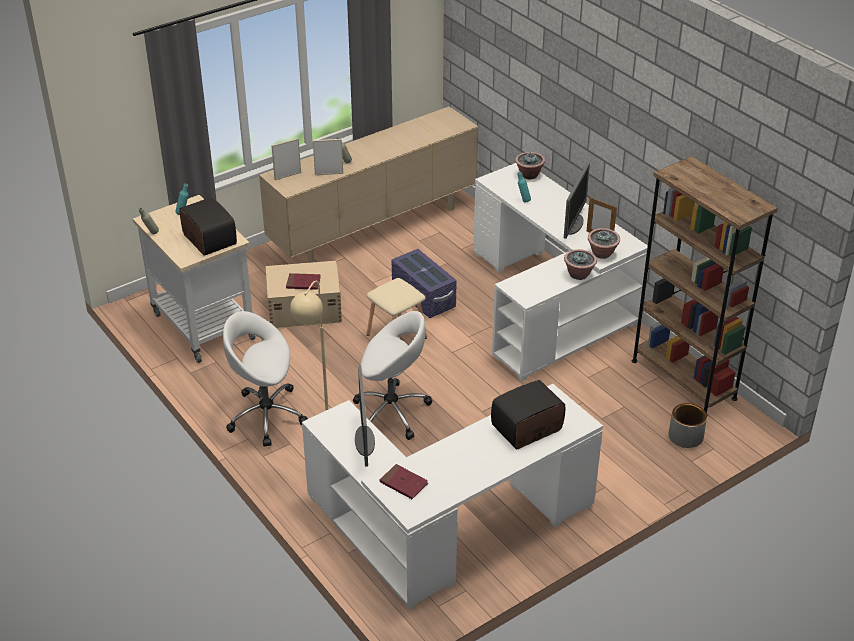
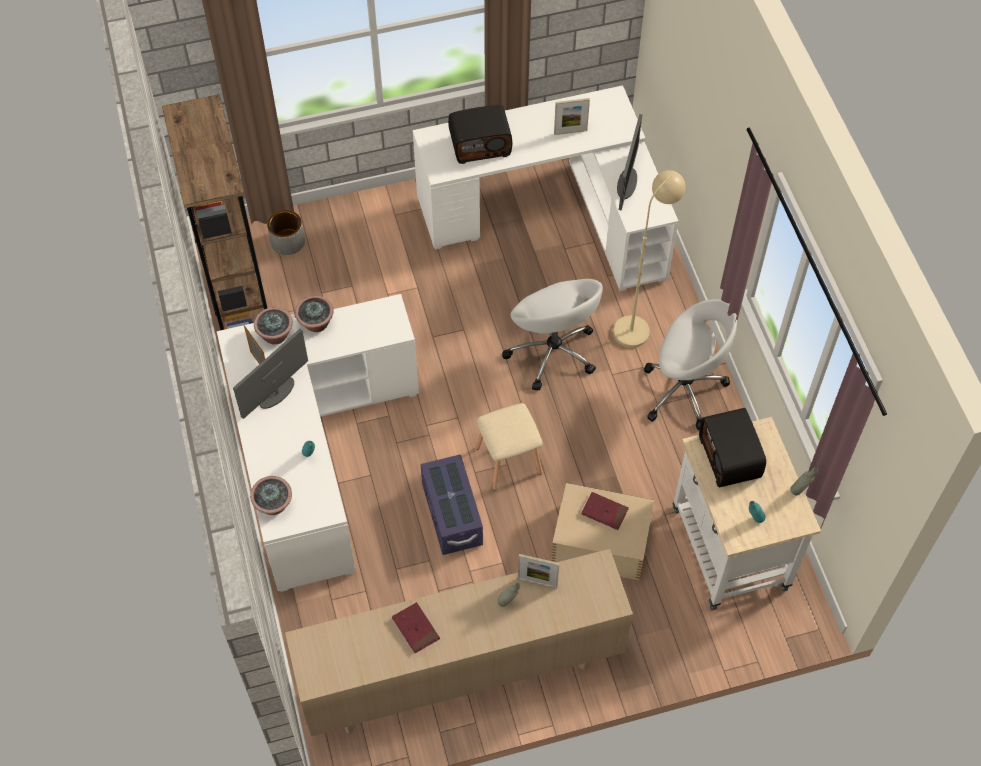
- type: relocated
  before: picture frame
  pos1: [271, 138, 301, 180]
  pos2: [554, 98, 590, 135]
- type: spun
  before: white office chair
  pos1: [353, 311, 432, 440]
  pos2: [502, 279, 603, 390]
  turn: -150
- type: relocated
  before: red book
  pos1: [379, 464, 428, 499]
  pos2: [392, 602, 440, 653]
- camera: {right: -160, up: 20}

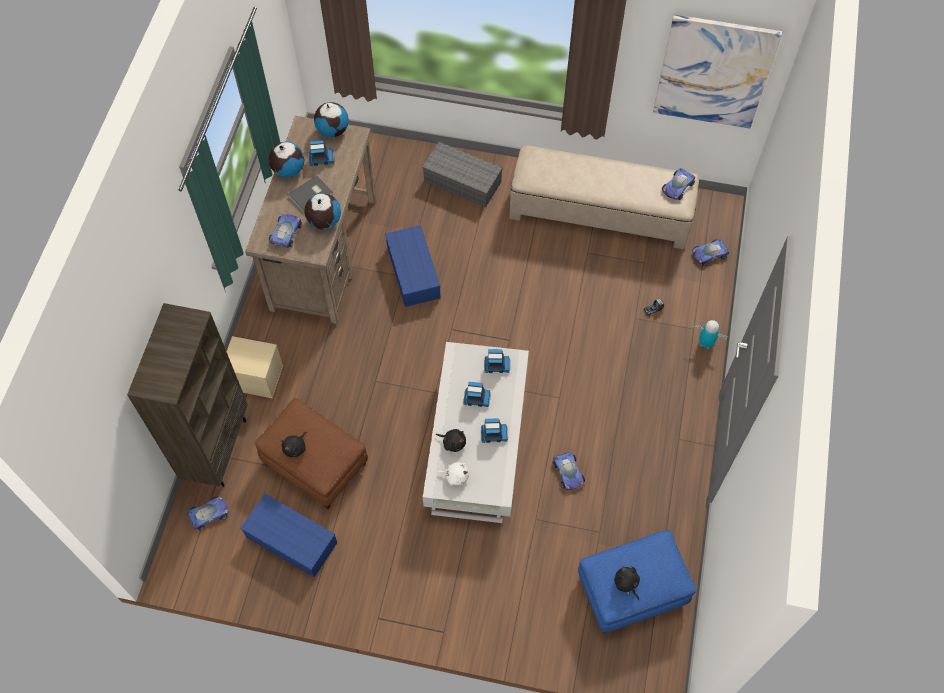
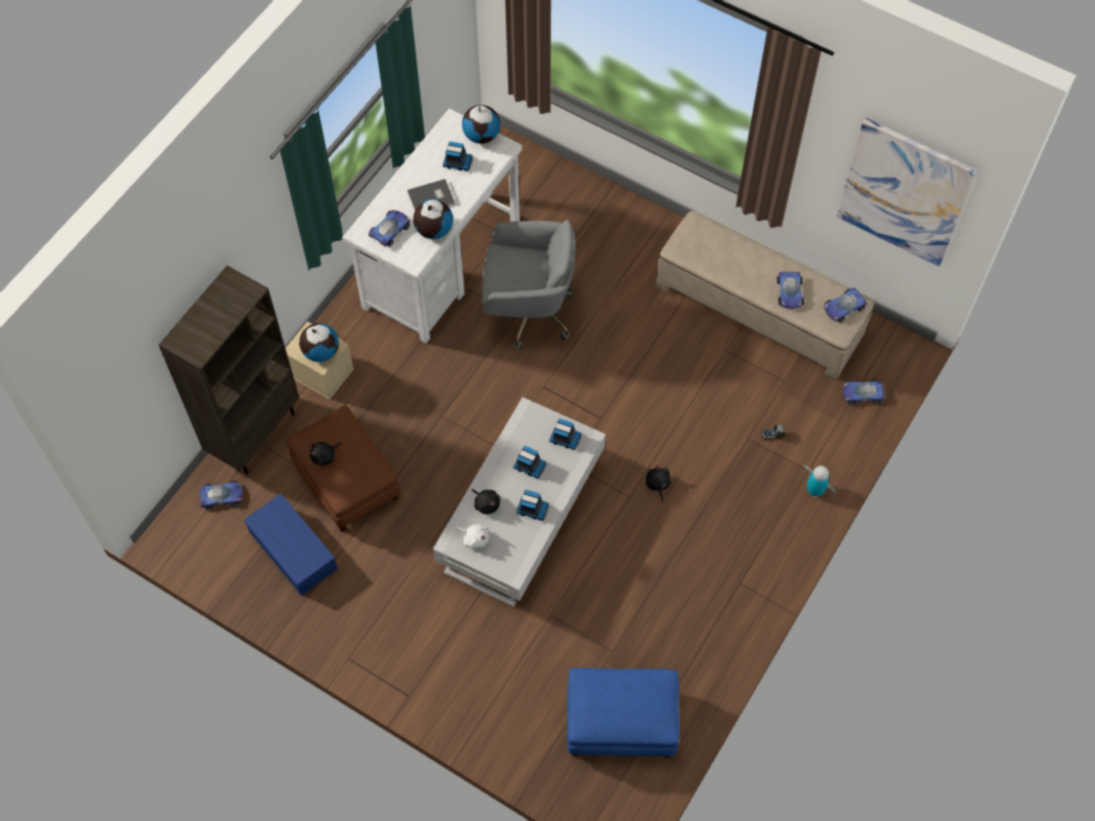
- type: colour
  before: brown desk
  after: white desk
  pos1: [245, 116, 376, 324]
  pos2: [342, 108, 522, 343]
- type: relocated
  before: globe
  pos1: [269, 142, 304, 177]
  pos2: [299, 323, 339, 362]
- type: missing
  before: grey storage box
  pos1: [422, 142, 503, 207]
- type: exchanged
  before: blue storage box
  after: grey office chair
  pos1: [385, 225, 441, 307]
  pos2: [482, 220, 576, 350]
- type: relocated
  before: toy car
  pos1: [553, 452, 585, 490]
  pos2: [777, 272, 804, 309]
- type: relocated
  before: black plush toy
  pos1: [614, 566, 640, 601]
  pos2: [646, 464, 671, 502]
- camera: {right: 20, up: 0}

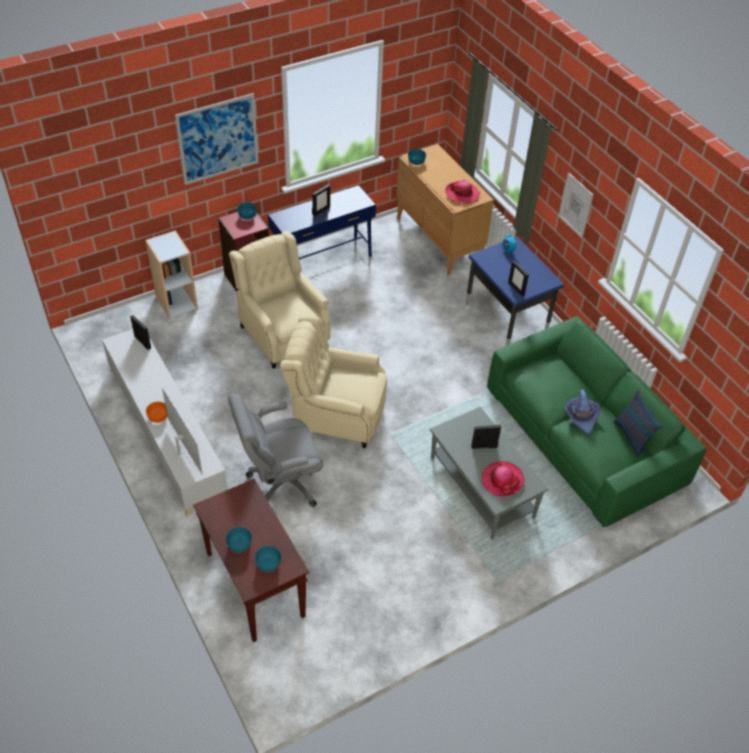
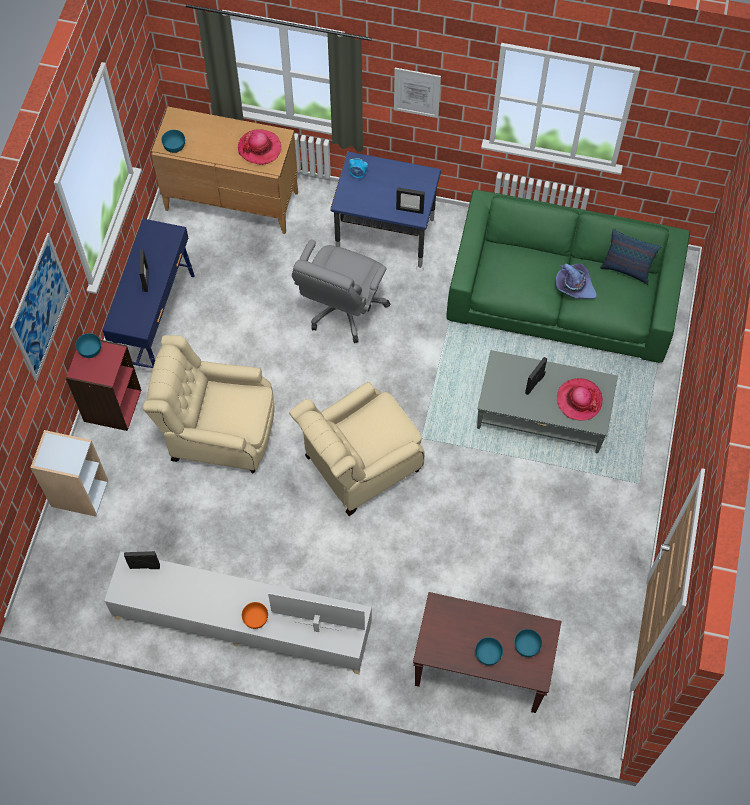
- type: relocated
  before: grey office chair
  pos1: [228, 394, 323, 507]
  pos2: [292, 239, 391, 343]
- camera: {right: -45, up: 15}

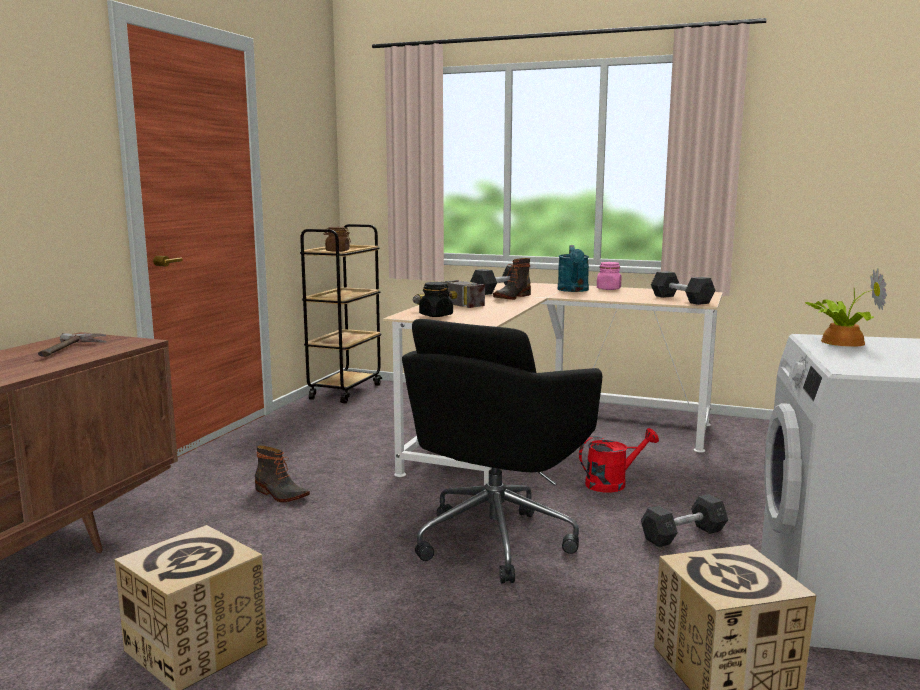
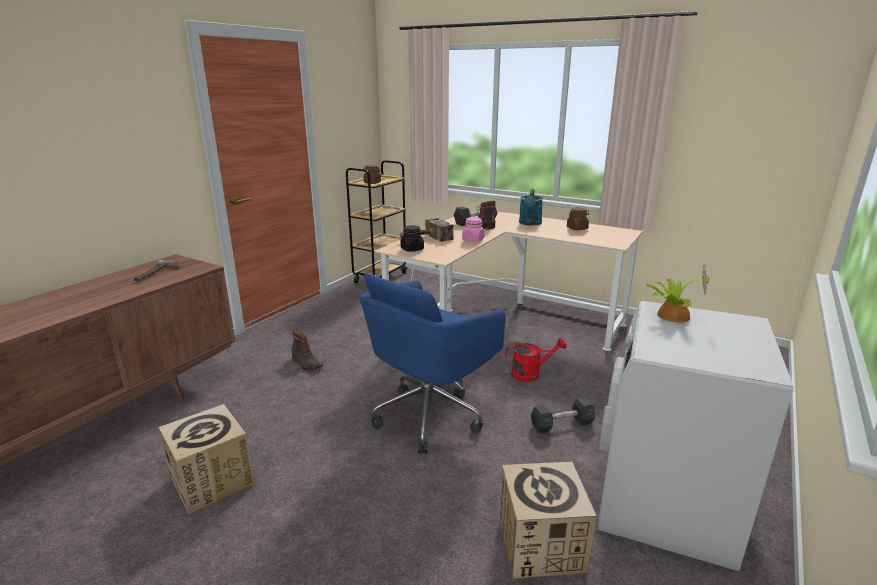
- type: relocated
  before: pink jar
  pos1: [597, 262, 621, 290]
  pos2: [462, 217, 485, 242]
- type: missing
  before: grey dumbbell
  pos1: [651, 271, 715, 305]
- type: colour
  before: black office chair
  after: blue office chair
  pos1: [402, 319, 602, 583]
  pos2: [360, 273, 506, 454]
- type: appeared
  after: brown jar
  pos2: [567, 207, 589, 230]
- camera: {right: 10, up: 10}

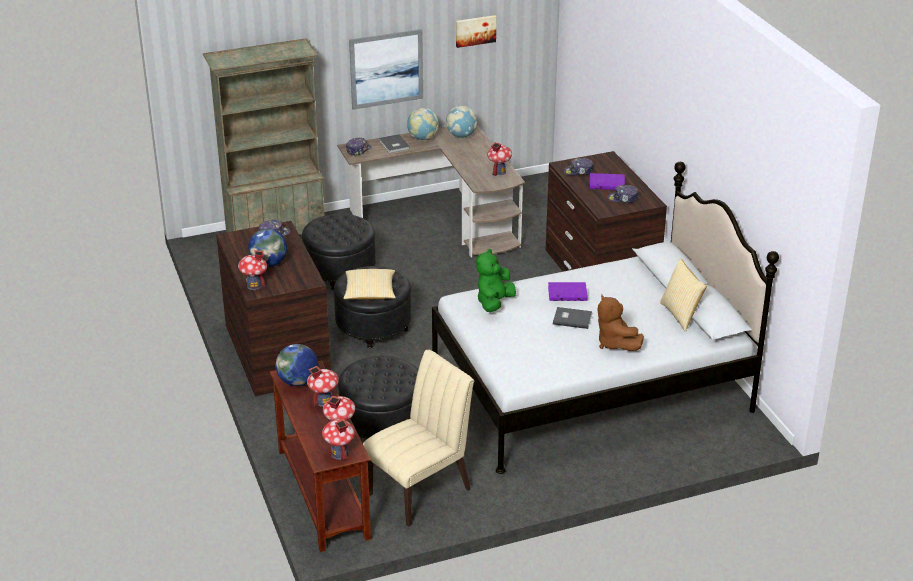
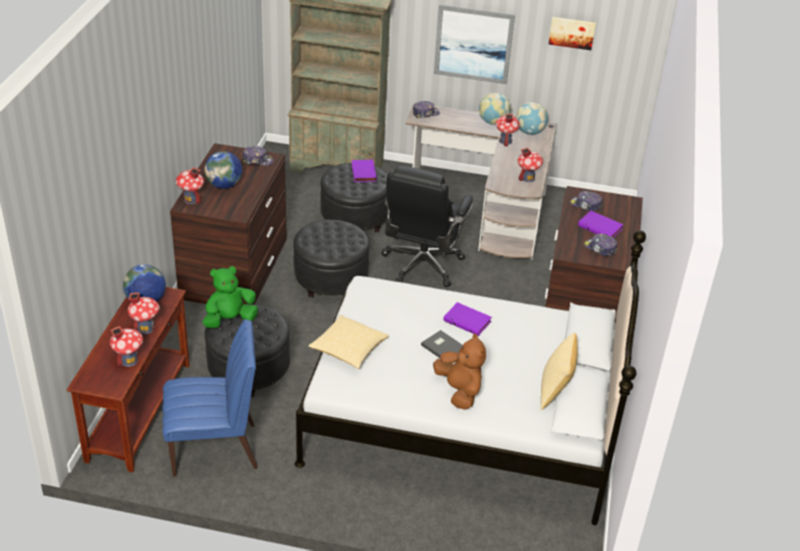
- type: missing
  before: grey book
  pos1: [379, 134, 410, 153]
- type: relocated
  before: green plush toy
  pos1: [476, 249, 516, 312]
  pos2: [203, 266, 258, 328]
- type: relocated
  before: pillow
  pos1: [343, 269, 396, 299]
  pos2: [309, 315, 388, 369]
- type: spun
  before: brown plush toy
  pos1: [597, 295, 644, 351]
  pos2: [433, 333, 486, 409]
  turn: 150
- type: colour
  before: beige chair
  after: blue chair
  pos1: [363, 349, 474, 527]
  pos2: [162, 319, 258, 477]
- type: relocated
  before: toy house
  pos1: [322, 419, 355, 462]
  pos2: [496, 114, 520, 146]
- type: appeared
  after: purple book
  pos2: [352, 159, 377, 182]
- type: appeared
  after: black office chair
  pos2: [381, 166, 473, 287]
- camera: {right: 30, up: 5}

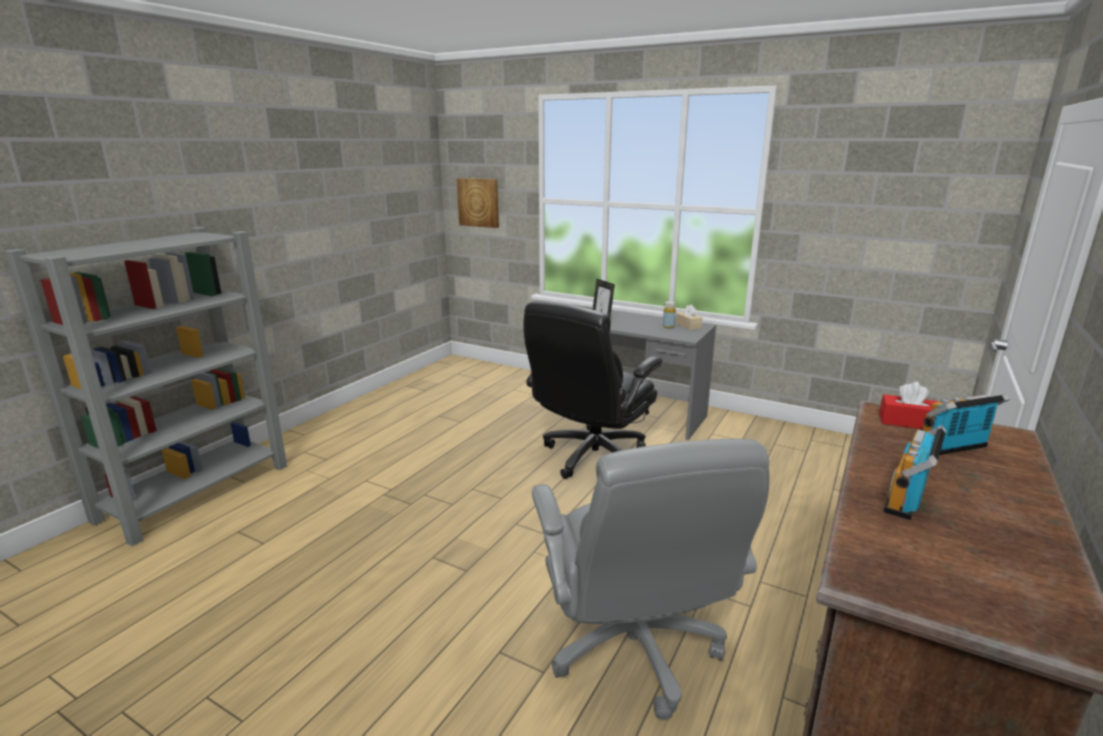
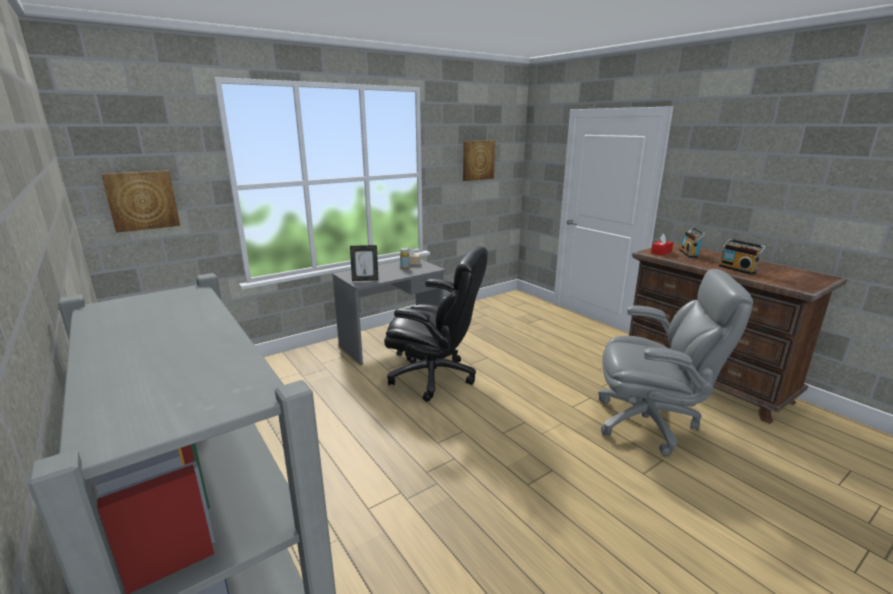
- type: spun
  before: black office chair
  pos1: [524, 301, 662, 479]
  pos2: [384, 246, 488, 402]
  turn: -45
- type: appeared
  after: picture
  pos2: [463, 140, 495, 181]
- camera: {right: -65, up: 0}

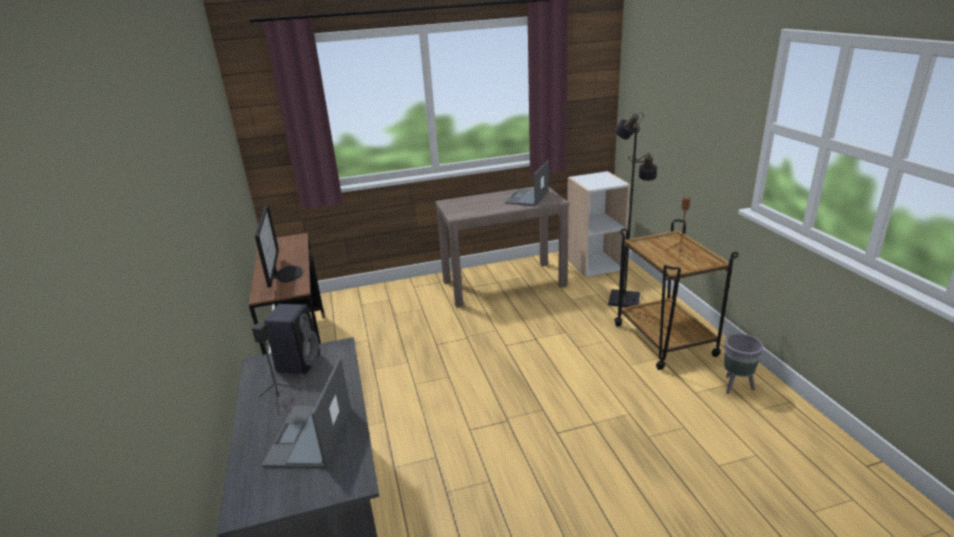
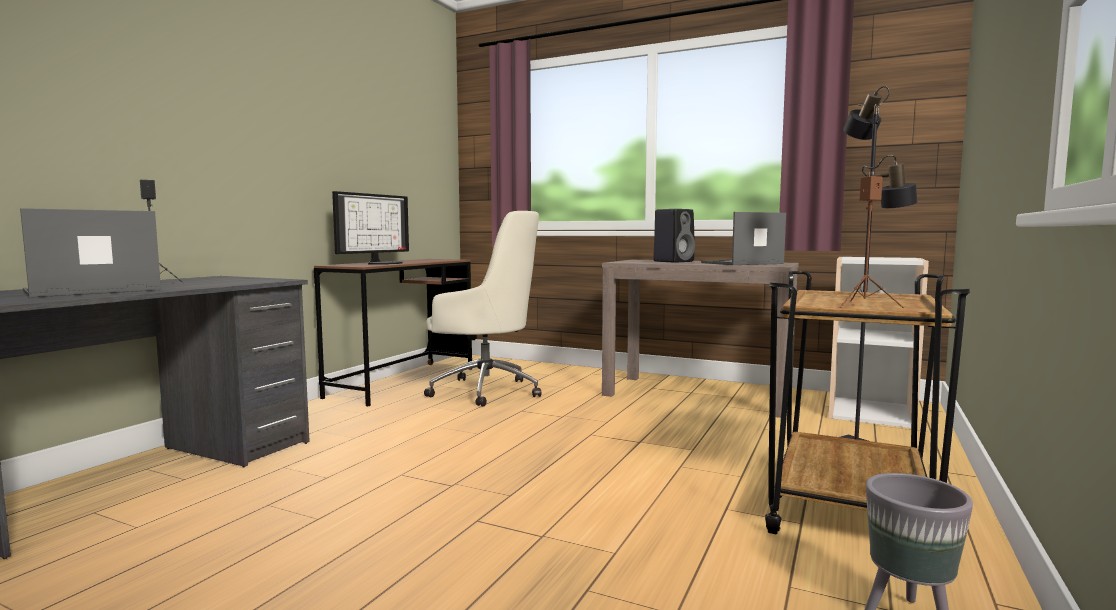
- type: relocated
  before: black speaker
  pos1: [264, 304, 320, 374]
  pos2: [653, 209, 695, 263]
- type: appeared
  after: beige office chair
  pos2: [424, 211, 541, 406]
- camera: {right: 40, up: -20}

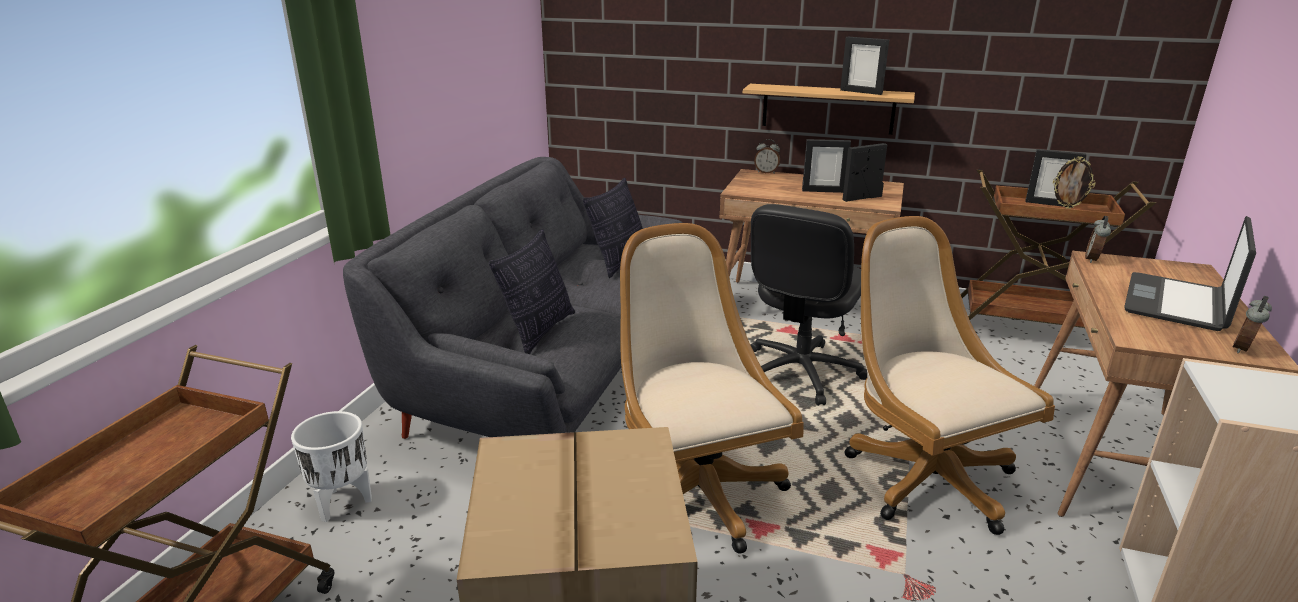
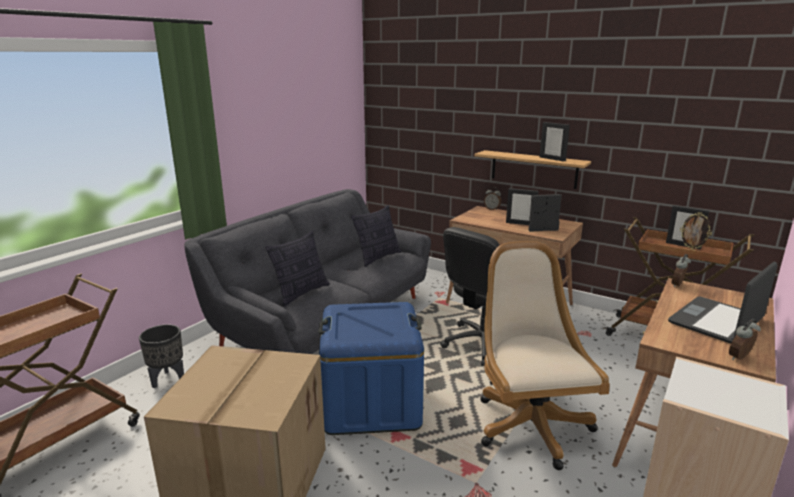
- type: exchanged
  before: office chair
  after: blue storage box
  pos1: [620, 223, 804, 554]
  pos2: [319, 302, 424, 435]
- type: colour
  before: white planter
  after: black planter
  pos1: [291, 411, 372, 522]
  pos2: [139, 324, 184, 388]
- camera: {right: 15, up: -5}

